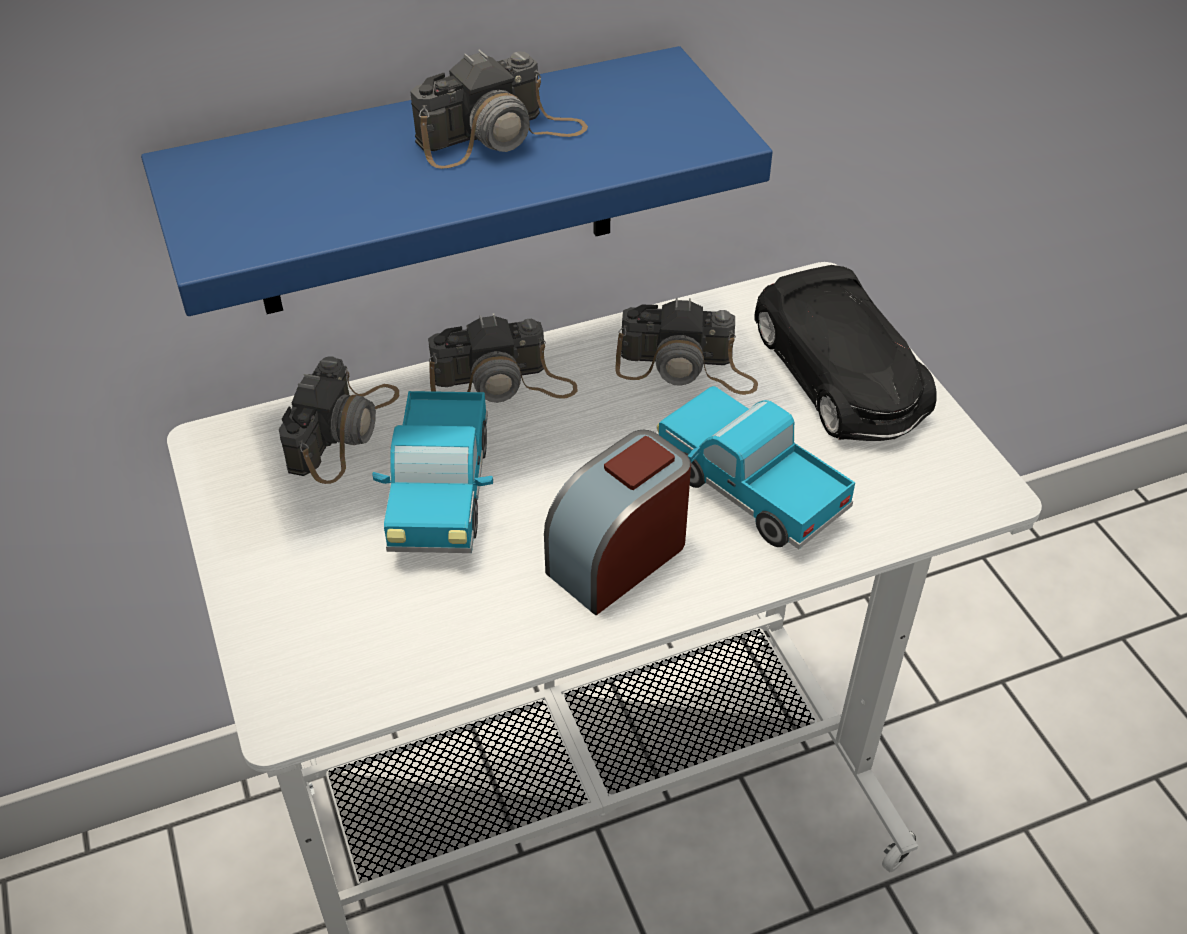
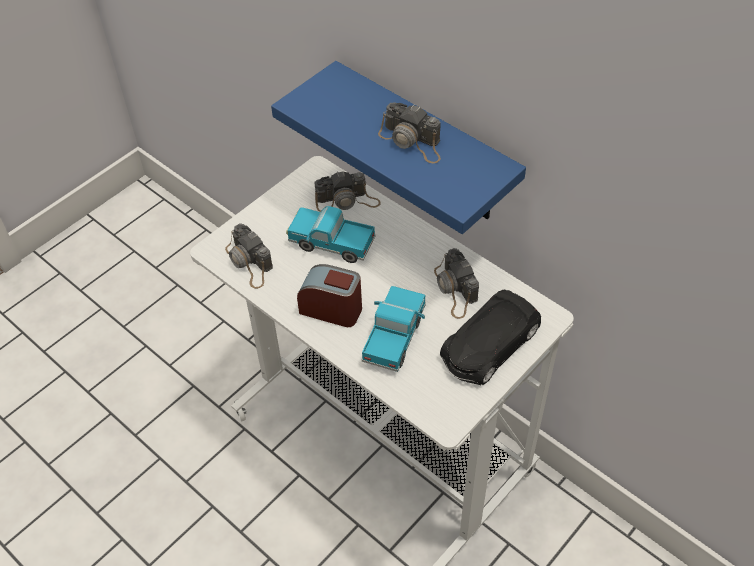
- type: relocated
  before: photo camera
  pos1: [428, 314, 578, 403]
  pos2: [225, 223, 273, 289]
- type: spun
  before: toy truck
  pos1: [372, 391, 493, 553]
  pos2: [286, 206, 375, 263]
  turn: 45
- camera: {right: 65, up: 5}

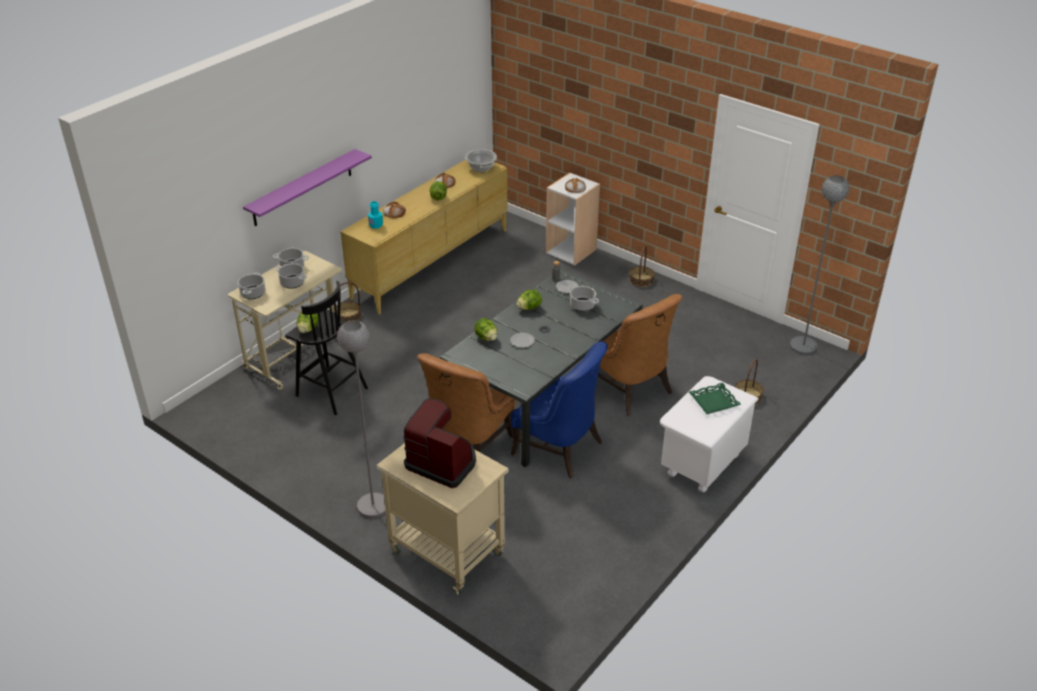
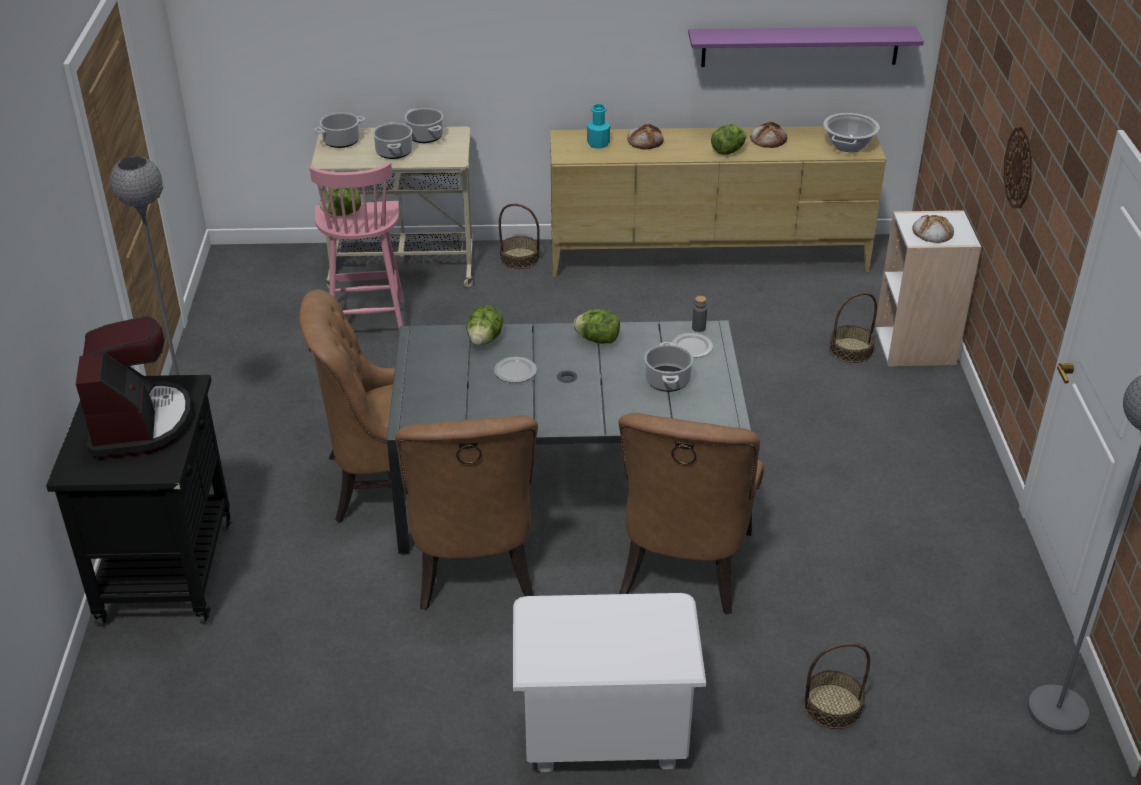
- type: relocated
  before: purple shelf
  pos1: [243, 149, 372, 226]
  pos2: [688, 26, 924, 67]
- type: relocated
  before: basket
  pos1: [629, 245, 655, 287]
  pos2: [829, 292, 877, 363]
- type: colour
  before: black stool
  after: pink stool
  pos1: [285, 281, 368, 415]
  pos2: [310, 161, 405, 330]
- type: colour
  before: blue chair
  after: brown chair
  pos1: [511, 341, 607, 479]
  pos2: [395, 415, 538, 610]
- type: missing
  before: green tray
  pos1: [689, 383, 741, 414]
- type: colour
  before: beige cart
  after: black cart
  pos1: [377, 443, 509, 595]
  pos2: [46, 375, 233, 626]
- type: appeared
  after: wall clock
  pos2: [1004, 127, 1032, 208]
- camera: {right: 50, up: 0}

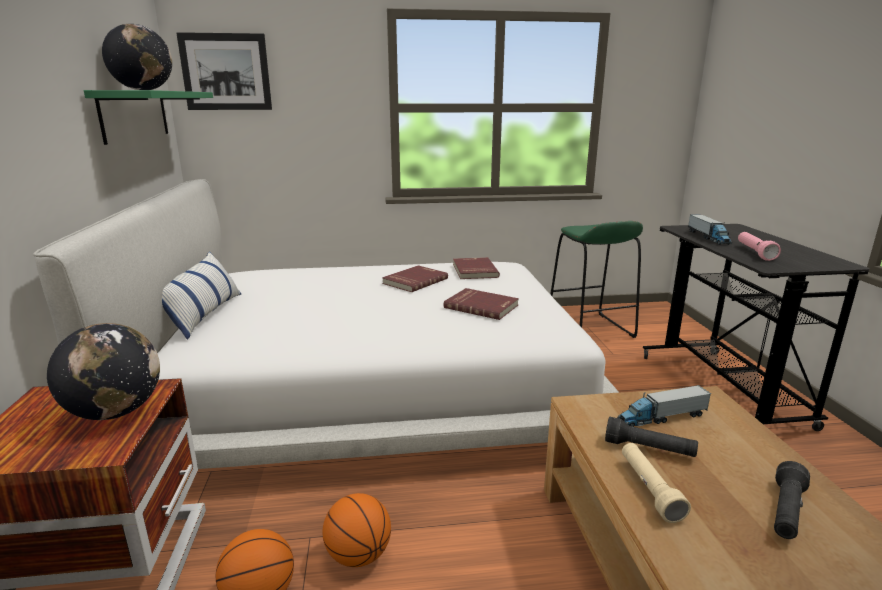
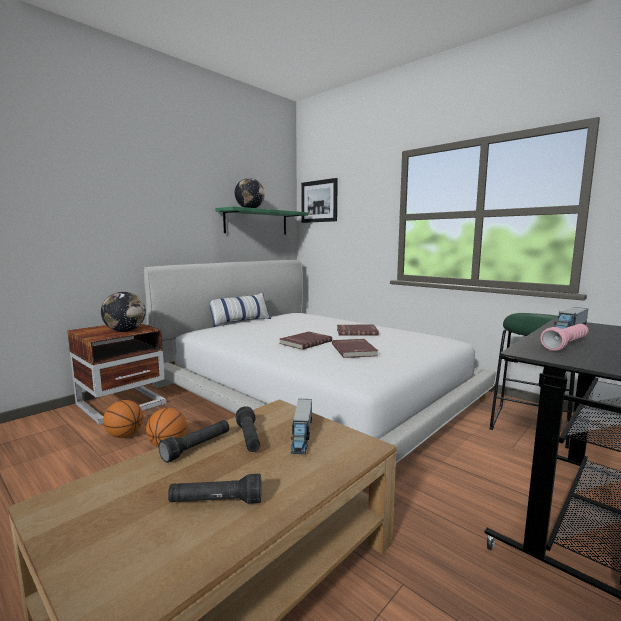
- type: relocated
  before: red book
  pos1: [453, 257, 500, 279]
  pos2: [279, 332, 332, 350]
- type: spun
  before: toy truck
  pos1: [617, 385, 711, 427]
  pos2: [291, 399, 312, 454]
  turn: -120
- type: colour
  before: beige flashlight
  after: black flashlight
  pos1: [622, 443, 691, 523]
  pos2: [159, 420, 229, 463]
- camera: {right: 50, up: -10}

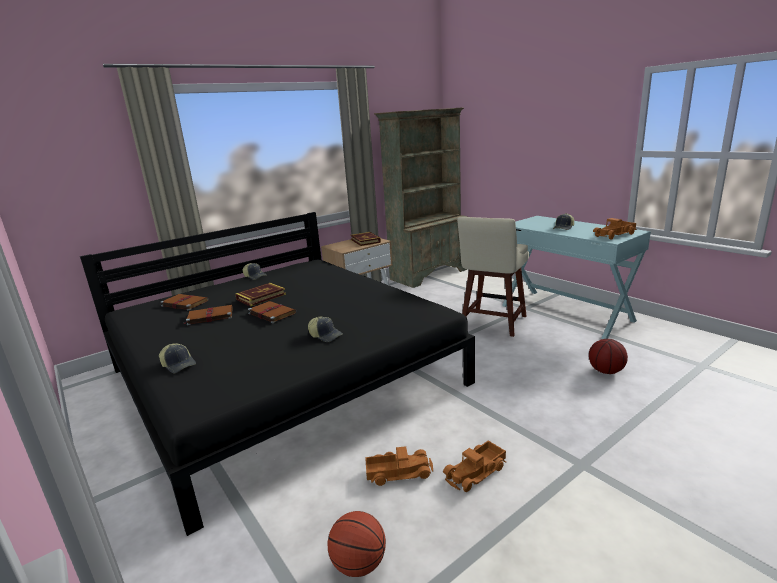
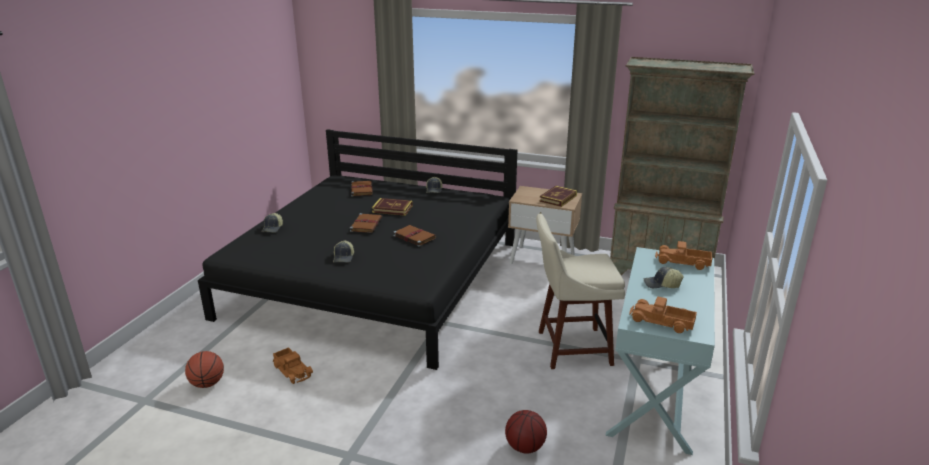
- type: relocated
  before: brown book
  pos1: [184, 305, 233, 325]
  pos2: [394, 225, 437, 247]
- type: relocated
  before: toy truck
  pos1: [443, 440, 506, 492]
  pos2: [655, 241, 712, 270]
- camera: {right: 55, up: 5}

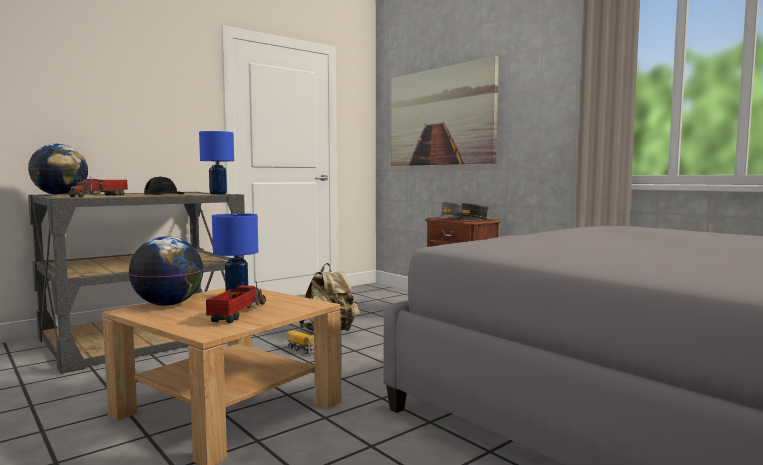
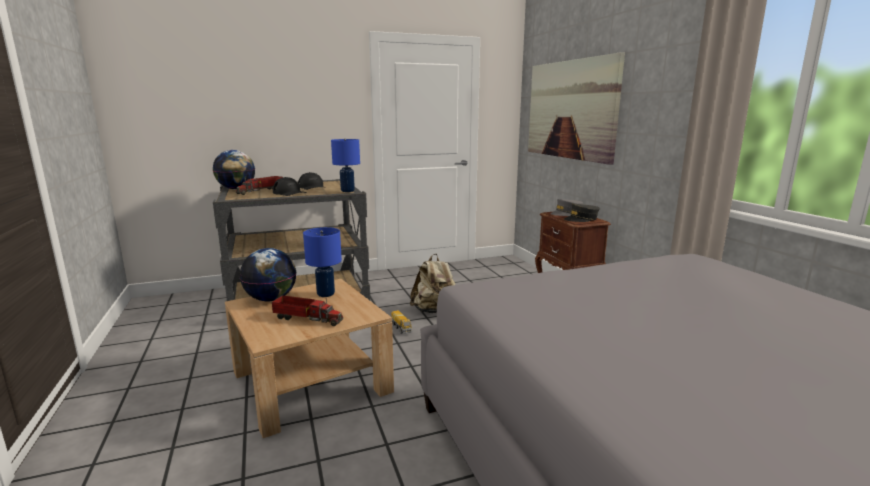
- type: spun
  before: toy truck
  pos1: [206, 281, 266, 323]
  pos2: [272, 295, 343, 326]
  turn: 75
- type: appeared
  after: black cap
  pos2: [273, 177, 307, 196]
- camera: {right: 20, up: 10}

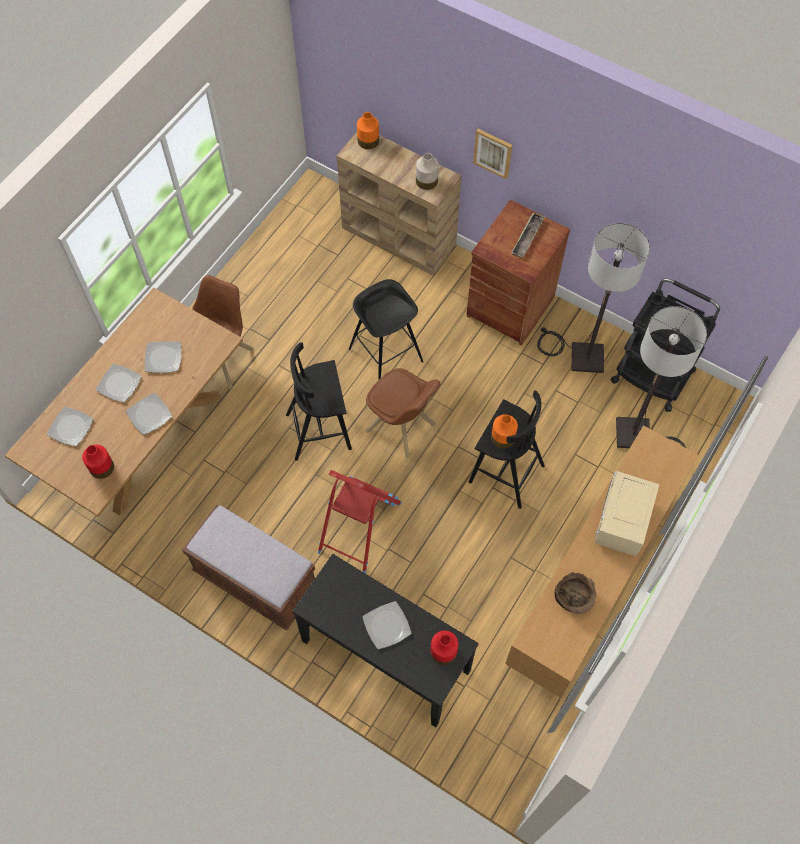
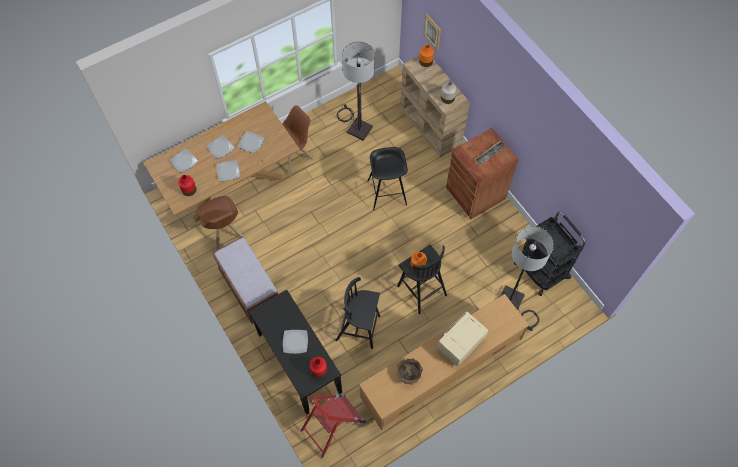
- type: relocated
  before: picture
  pos1: [473, 129, 512, 179]
  pos2: [423, 14, 441, 50]
- type: relocated
  before: floor lamp
  pos1: [537, 223, 650, 373]
  pos2: [337, 42, 375, 141]
- type: relocated
  before: black stool
  pos1: [286, 342, 352, 461]
  pos2: [335, 277, 380, 349]
- type: relocated
  before: brown chair
  pos1: [366, 368, 440, 458]
  pos2: [198, 196, 246, 250]
- type: relocated
  before: red step ladder
  pos1: [318, 470, 402, 573]
  pos2: [300, 394, 367, 459]
- camera: {right: 25, up: 0}

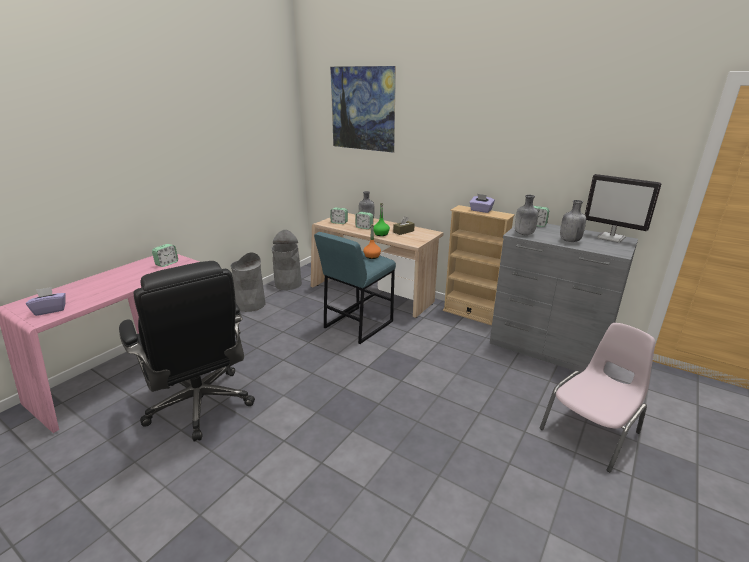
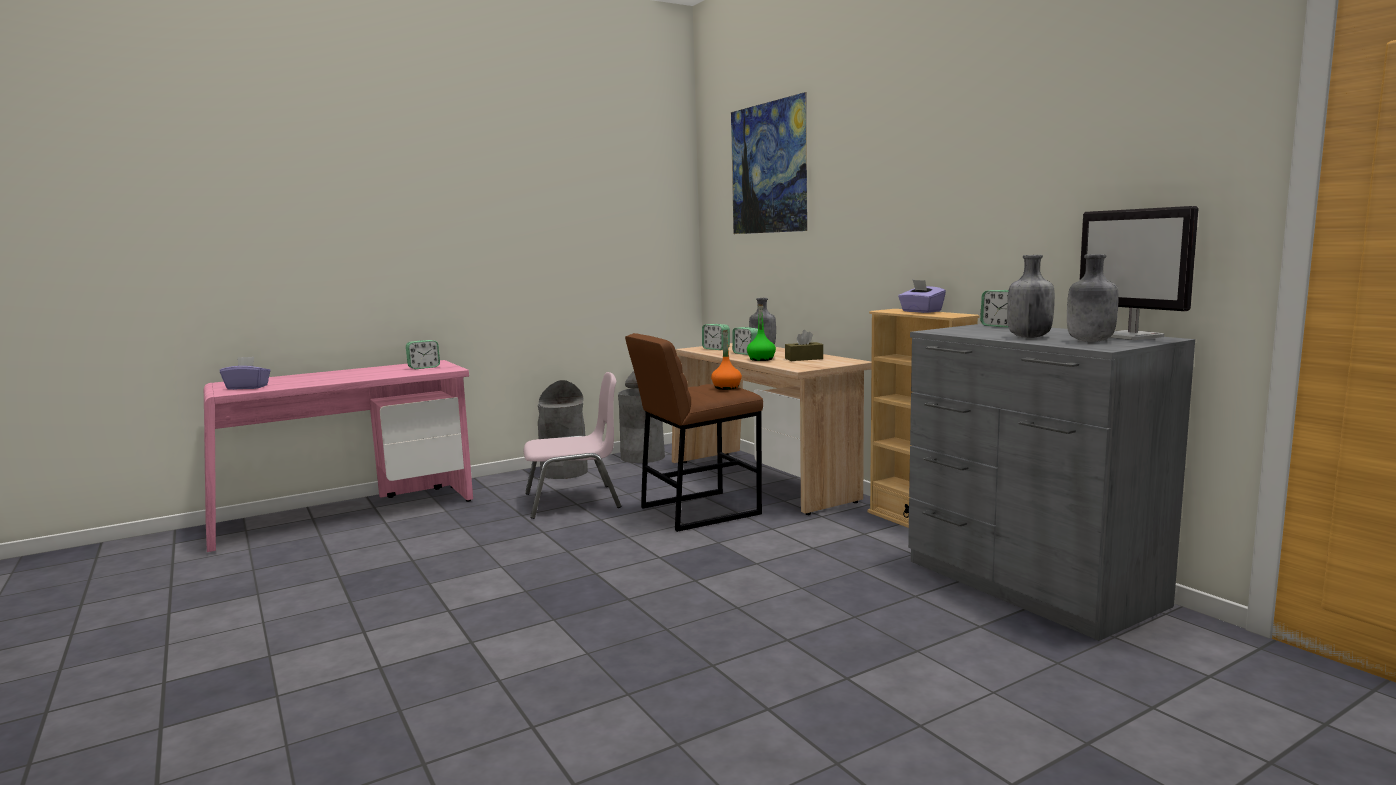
- type: relocated
  before: grey bottle
  pos1: [515, 195, 538, 235]
  pos2: [1067, 254, 1119, 342]
- type: colour
  before: blue stool
  after: brown stool
  pos1: [314, 232, 396, 344]
  pos2: [625, 333, 763, 532]
- type: missing
  before: black office chair
  pos1: [119, 261, 255, 442]
- type: relocated
  before: pink chair
  pos1: [540, 323, 655, 473]
  pos2: [524, 372, 621, 519]
- camera: {right: 25, up: -15}

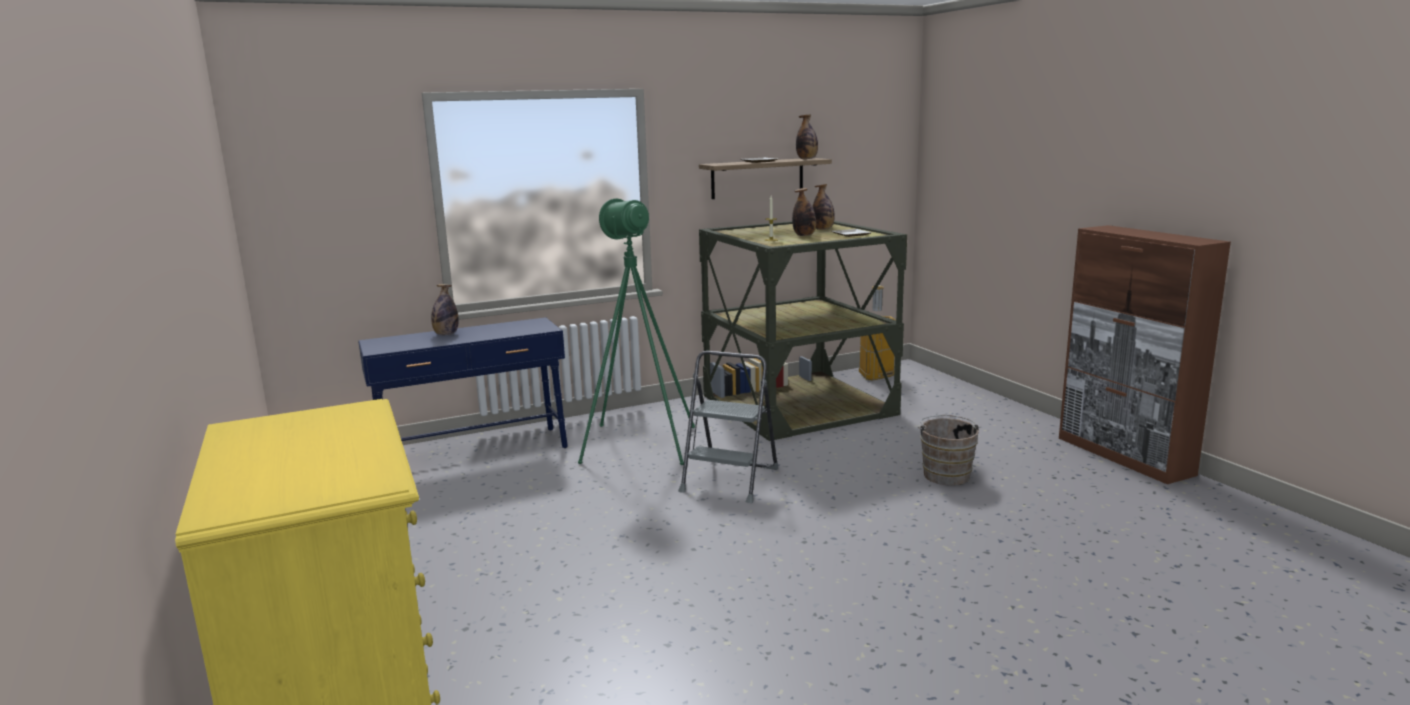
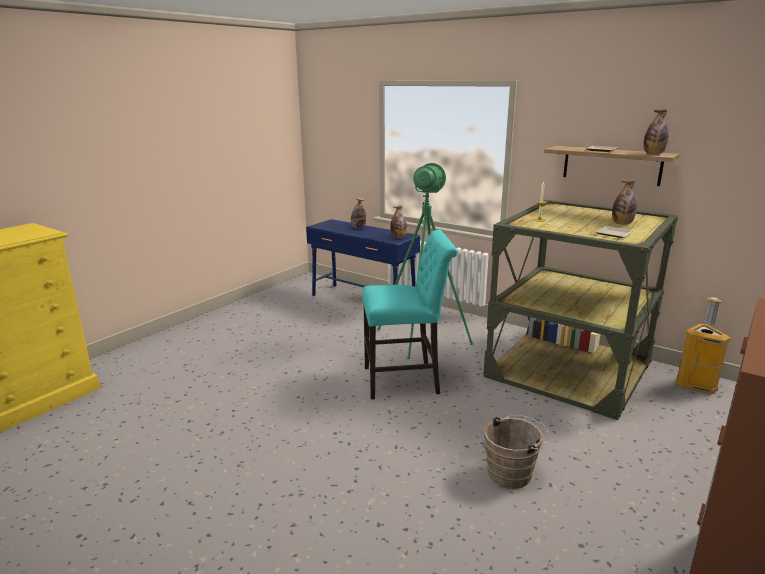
- type: relocated
  before: bottle
  pos1: [792, 188, 816, 236]
  pos2: [390, 205, 407, 238]
- type: exchanged
  before: grey step ladder
  after: turquoise stool
  pos1: [678, 351, 778, 503]
  pos2: [362, 230, 457, 400]
- camera: {right: 60, up: 5}

